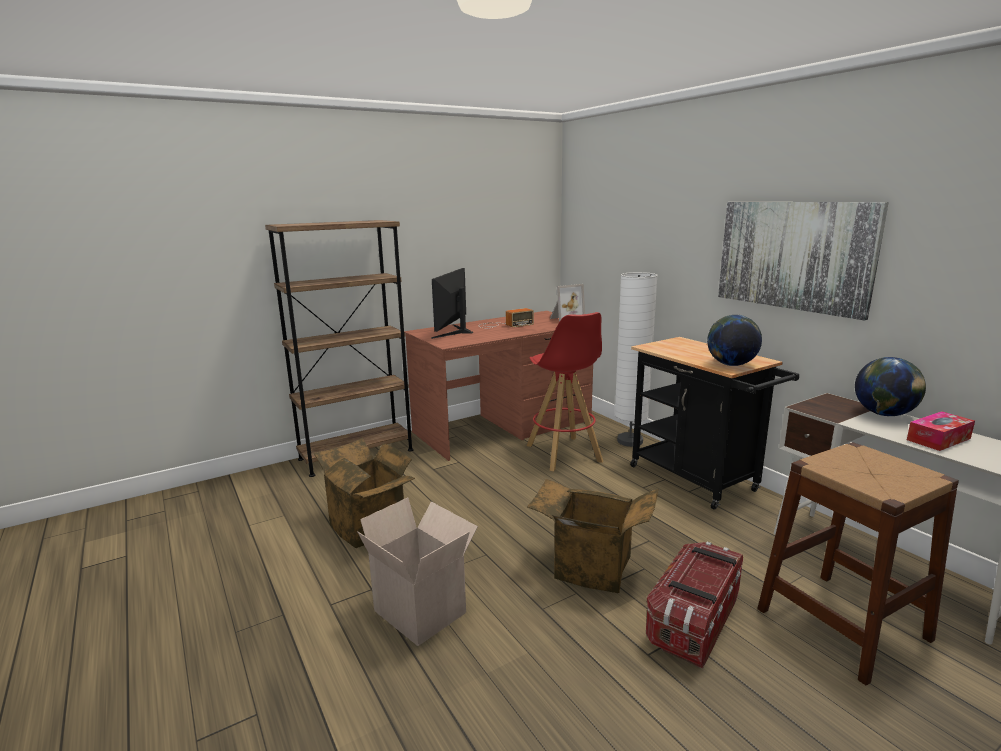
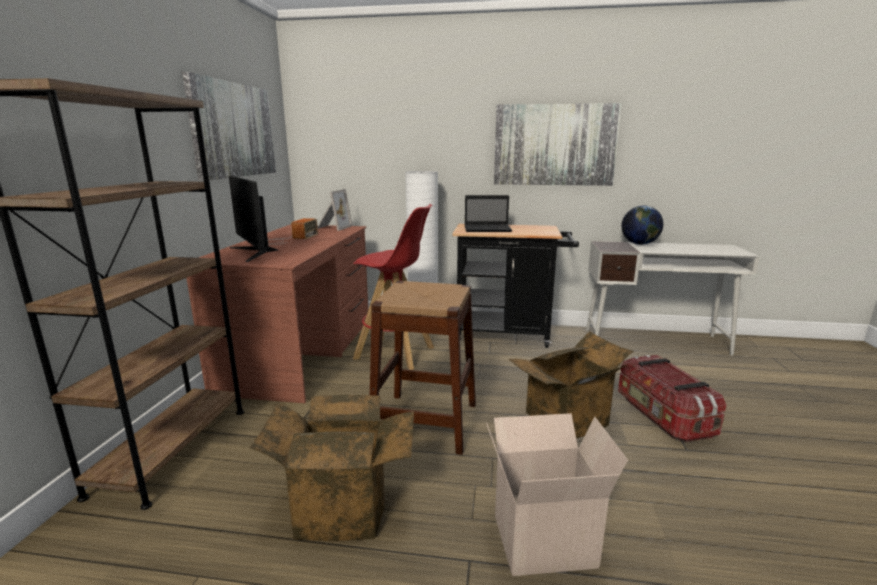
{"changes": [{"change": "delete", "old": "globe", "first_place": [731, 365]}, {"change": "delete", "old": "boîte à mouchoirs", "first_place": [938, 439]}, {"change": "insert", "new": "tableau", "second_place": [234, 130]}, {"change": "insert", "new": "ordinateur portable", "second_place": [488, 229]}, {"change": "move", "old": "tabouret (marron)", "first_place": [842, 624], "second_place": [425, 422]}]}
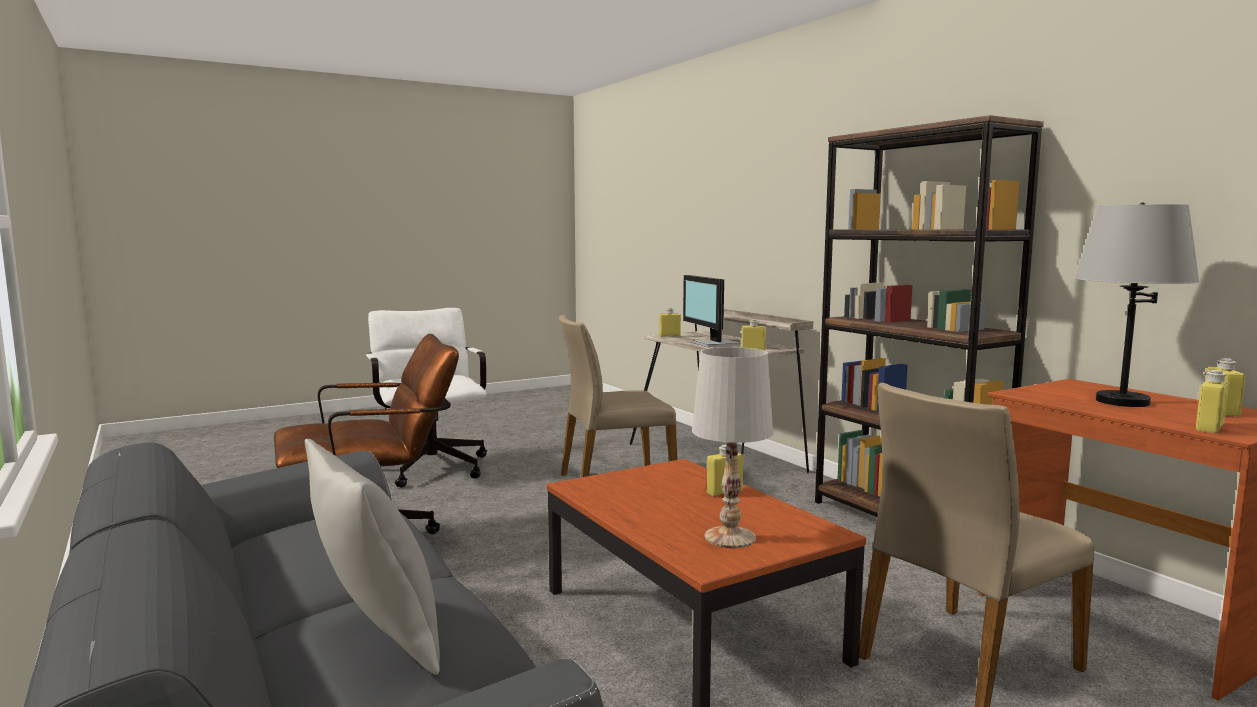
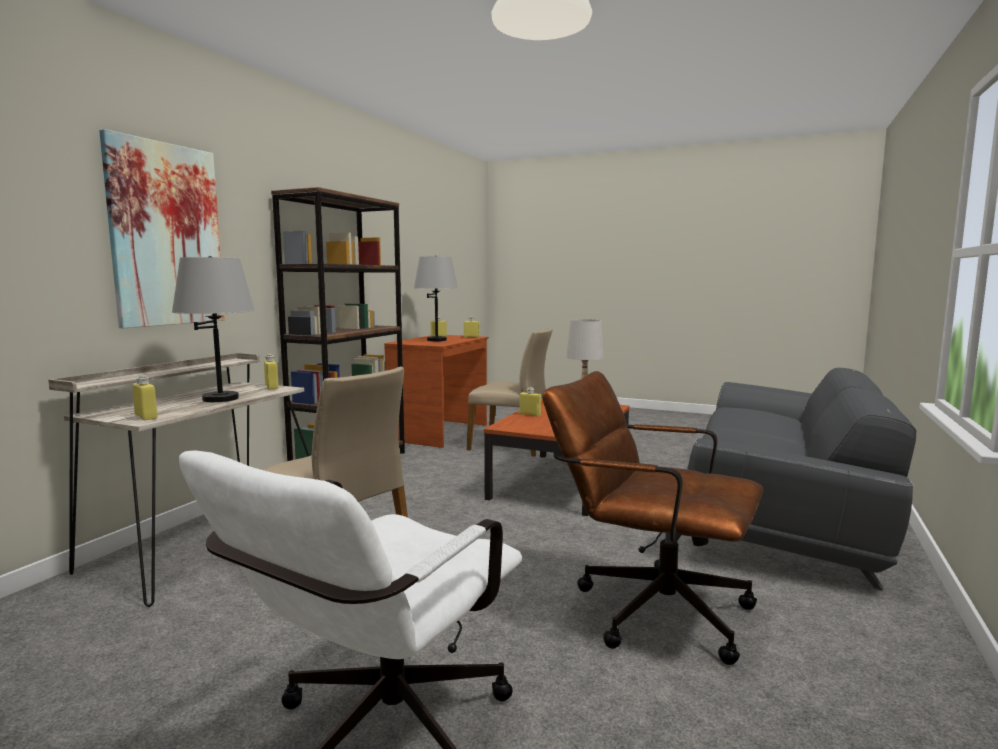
{"changes": [{"change": "delete", "old": "coussin (gris)", "first_place": [376, 636]}, {"change": "insert", "new": "tableau", "second_place": [166, 235]}, {"change": "replace", "old": "écran d'ordinateur", "new": "lampe de table (gris)", "first_place": [714, 344], "second_place": [220, 399]}]}
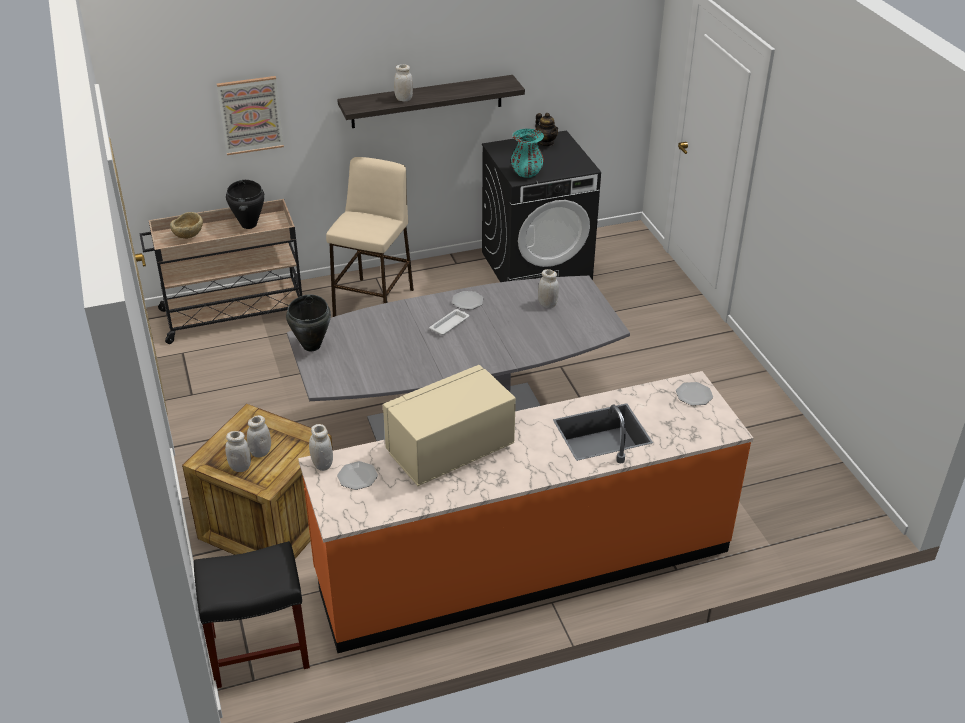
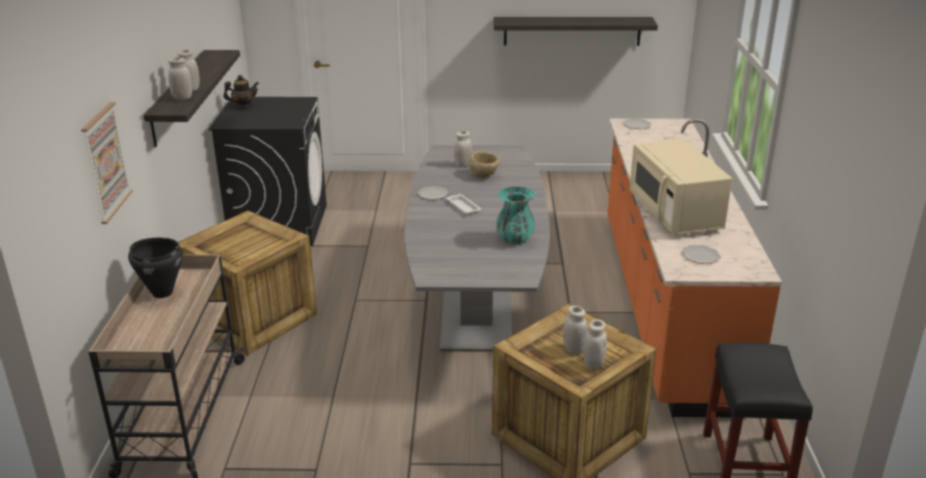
{"changes": [{"change": "delete", "old": "marmite (noir)", "first_place": [312, 345]}, {"change": "insert", "new": "étagère", "second_place": [572, 31]}, {"change": "move", "old": "bol (beige)", "first_place": [188, 236], "second_place": [484, 176]}, {"change": "move", "old": "bocal (blanc)", "first_place": [322, 464], "second_place": [182, 98]}, {"change": "move", "old": "vase (turquoise)", "first_place": [526, 173], "second_place": [515, 239]}, {"change": "replace", "old": "tabouret (beige)", "new": "caisse", "first_place": [374, 302], "second_place": [253, 317]}]}
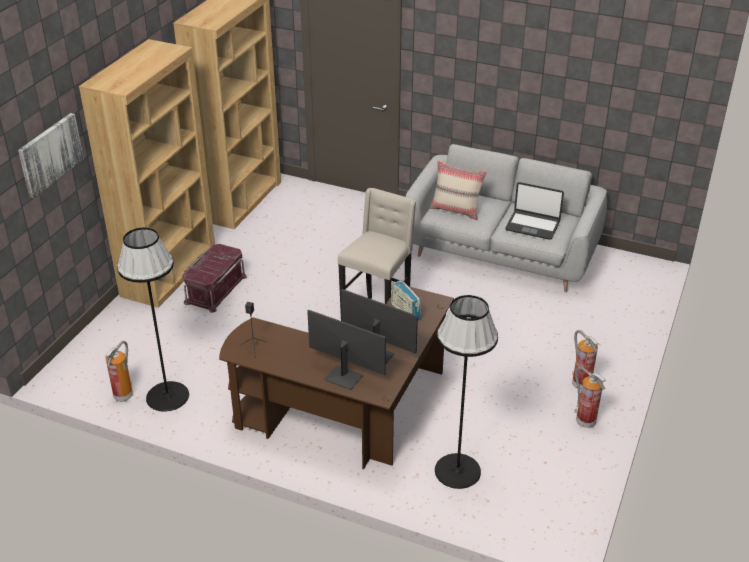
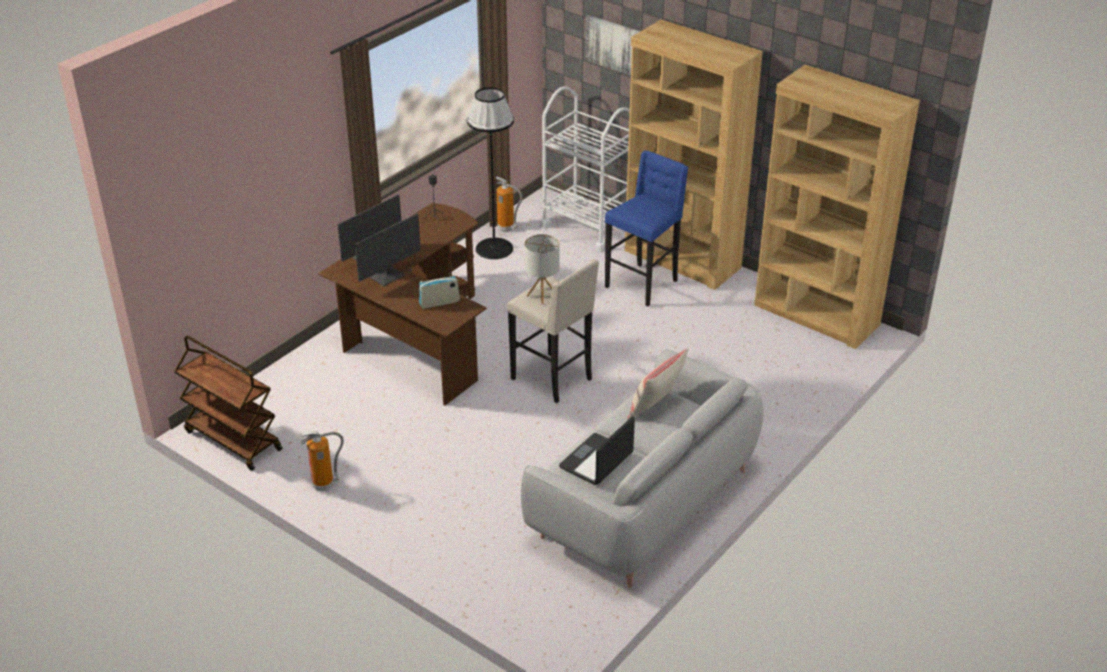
{"changes": [{"change": "delete", "old": "lampadaire (noir)", "first_place": [457, 471]}, {"change": "delete", "old": "extincteur", "first_place": [580, 383]}, {"change": "insert", "new": "chariot (marron)", "second_place": [232, 440]}, {"change": "insert", "new": "lampe de table", "second_place": [542, 295]}, {"change": "insert", "new": "chariot (blanc)", "second_place": [587, 227]}, {"change": "replace", "old": "boîte de rangement (rouge)", "new": "tabouret (bleu)", "first_place": [215, 289], "second_place": [643, 284]}]}
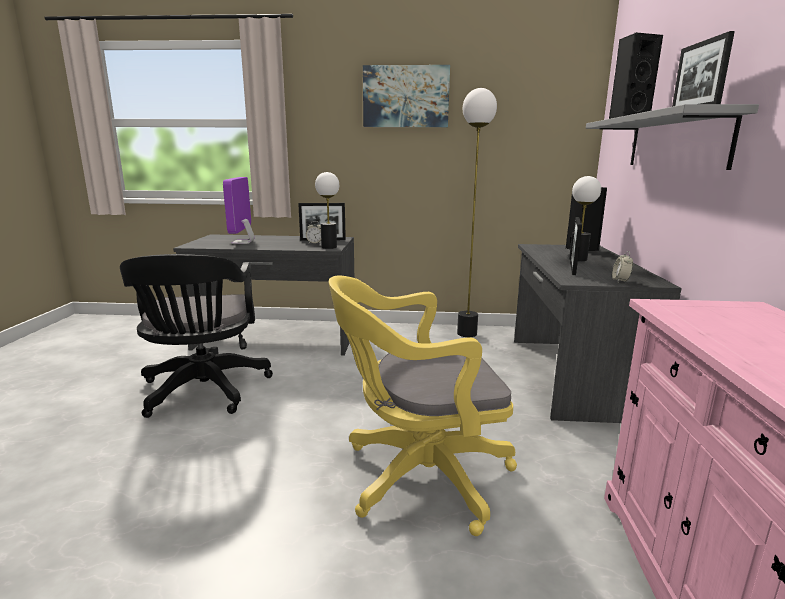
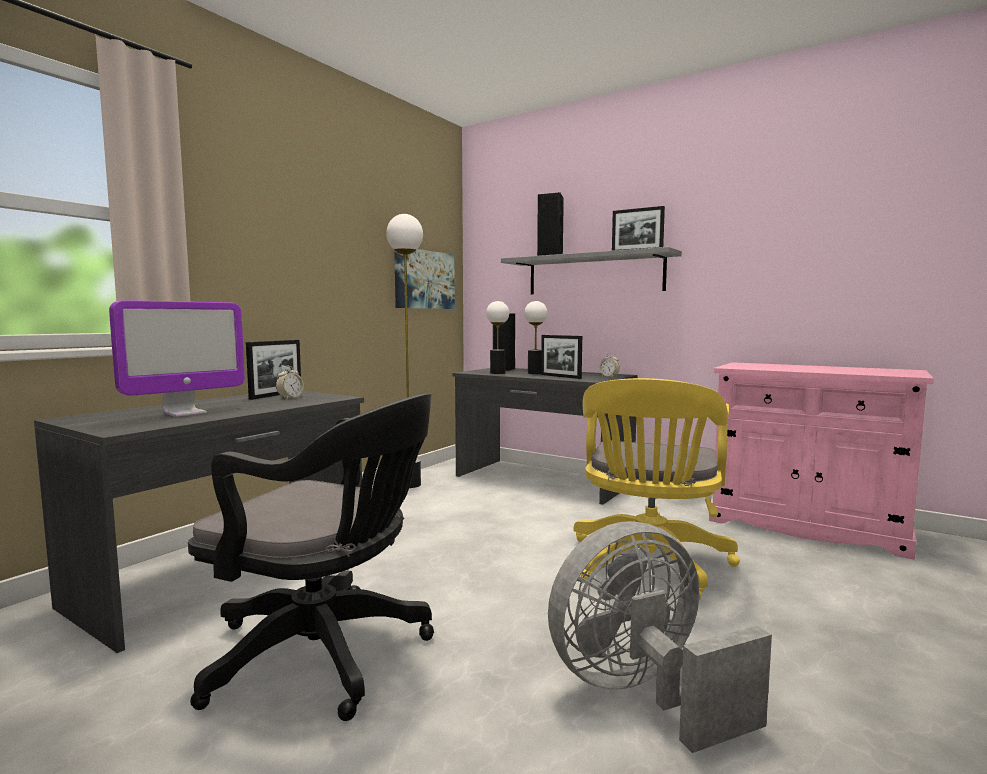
{"changes": [{"change": "insert", "new": "ventilateur (gris)", "second_place": [642, 693]}, {"change": "move", "old": "lampe de table", "first_place": [329, 247], "second_place": [497, 373]}, {"change": "move", "old": "tableau", "first_place": [406, 97], "second_place": [424, 279]}, {"change": "rotate", "old": "écran d'ordinateur", "first_place": [243, 242], "second_place": [185, 413], "degrees": -75}]}
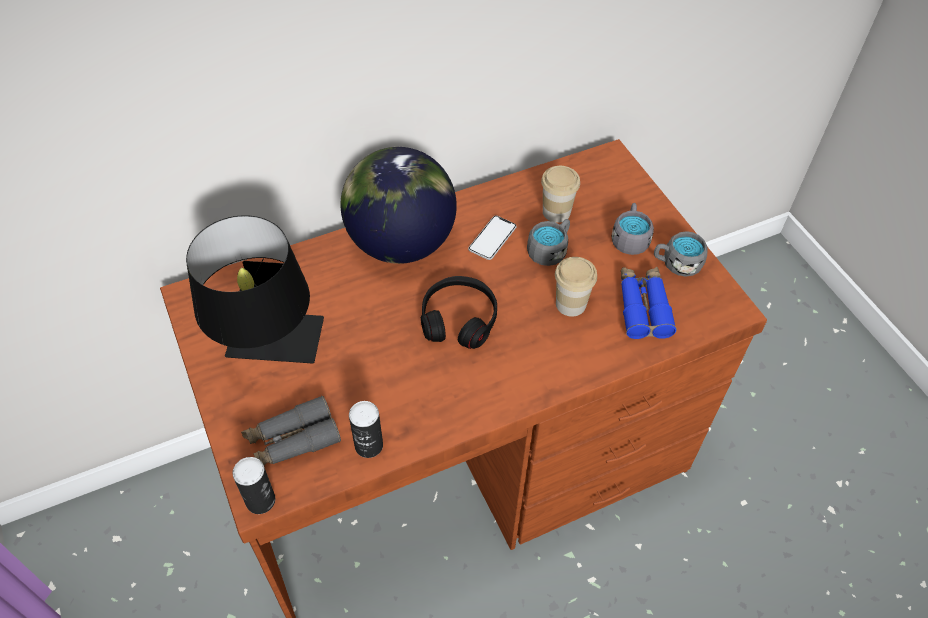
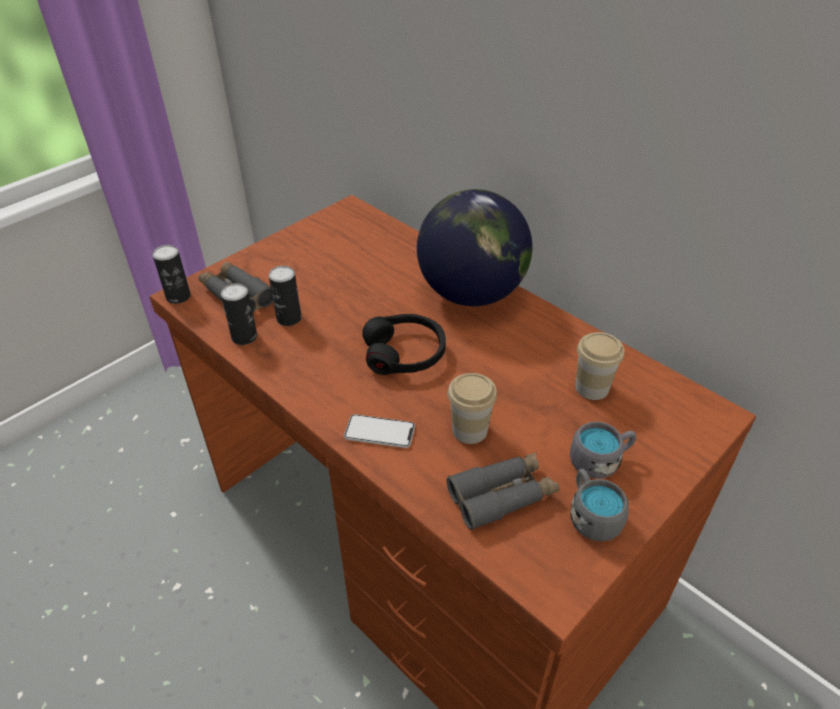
{"changes": [{"change": "delete", "old": "lampe de table (noir)", "first_place": [271, 353]}, {"change": "delete", "old": "mug (gris)", "first_place": [550, 250]}, {"change": "insert", "new": "boîte métallique", "second_place": [289, 318]}, {"change": "move", "old": "téléphone", "first_place": [492, 238], "second_place": [379, 432]}, {"change": "recolor", "old": "jumelles (bleu)", "new": "jumelles (gris)", "first_place": [643, 307], "second_place": [502, 495]}]}
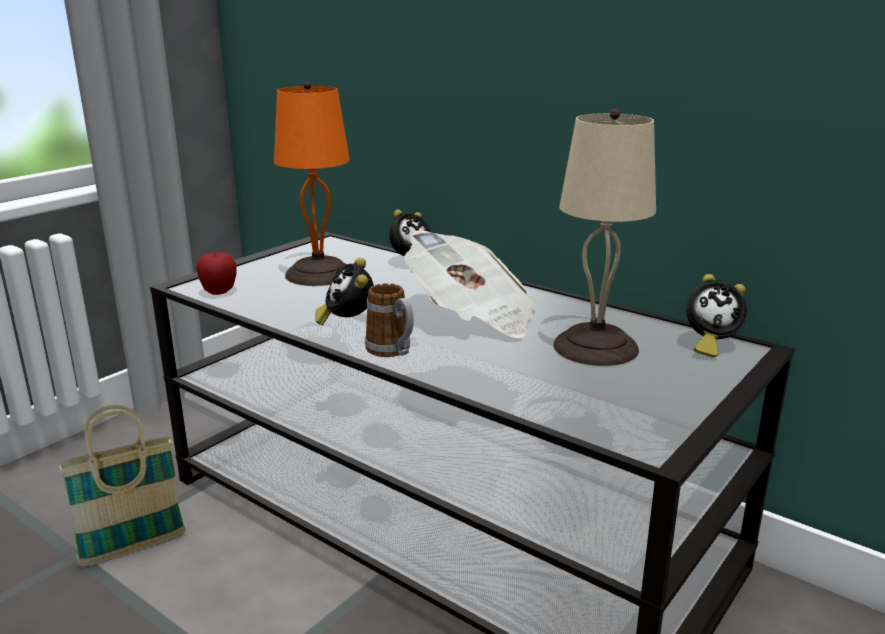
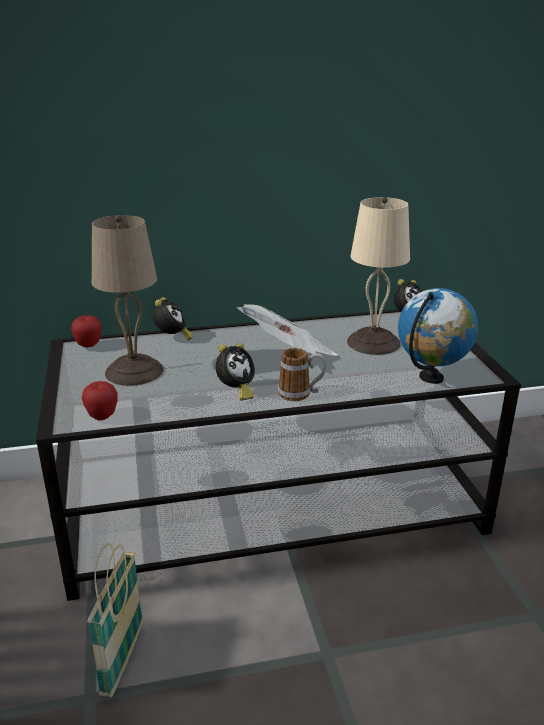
{"changes": [{"change": "insert", "new": "pomme", "second_place": [88, 345]}, {"change": "insert", "new": "globe", "second_place": [431, 378]}, {"change": "recolor", "old": "lampe de table (orange)", "new": "lampe de table (beige)", "first_place": [318, 273], "second_place": [133, 371]}, {"change": "rotate", "old": "réveil", "first_place": [347, 322], "second_place": [236, 391], "degrees": -75}]}
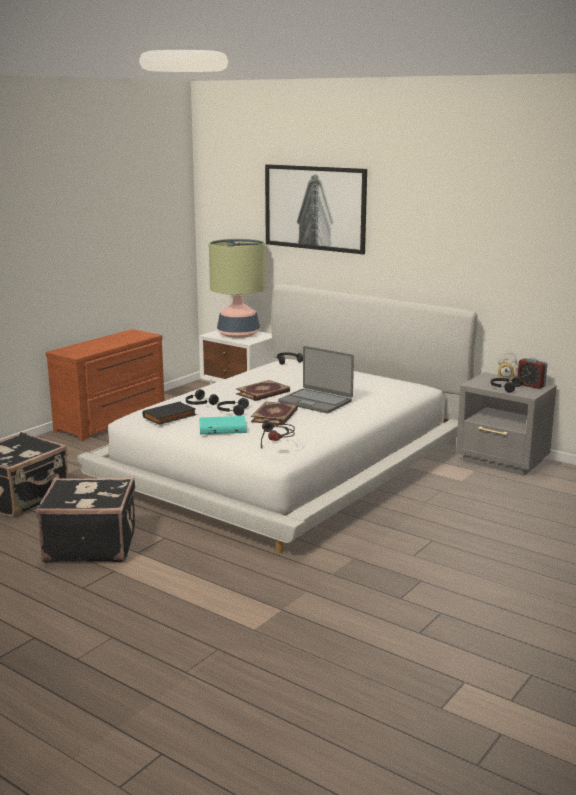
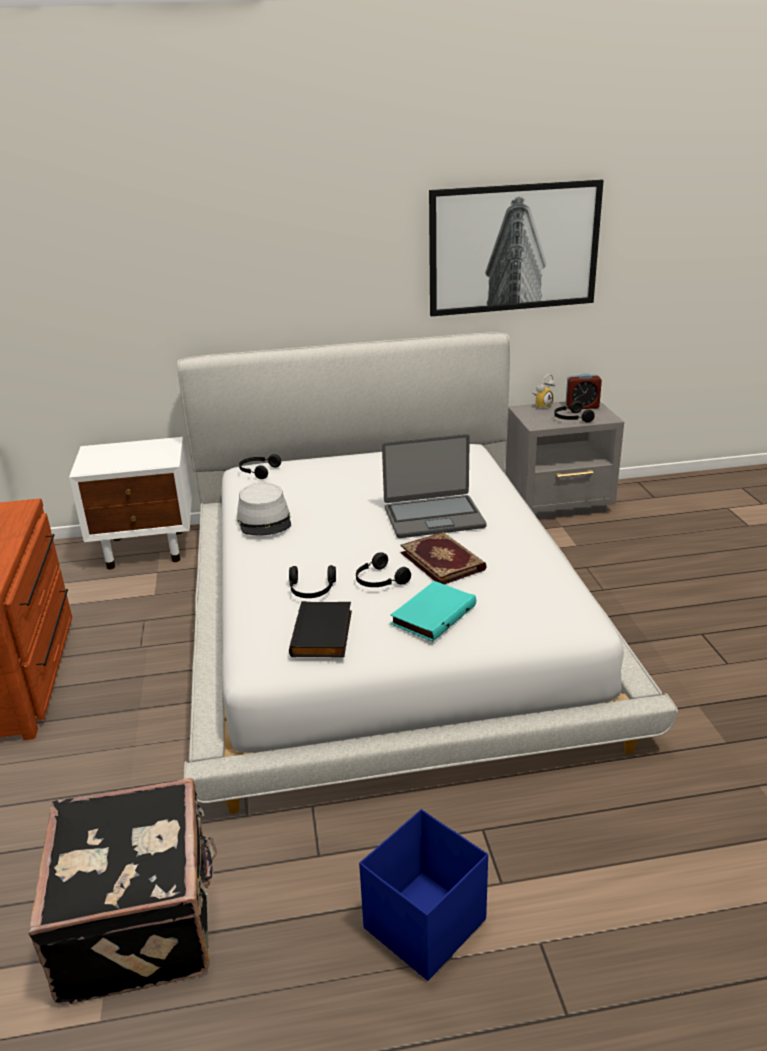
{"changes": [{"change": "delete", "old": "lampe de table", "first_place": [238, 334]}, {"change": "delete", "old": "livre", "first_place": [263, 393]}, {"change": "delete", "old": "casque audio", "first_place": [278, 449]}, {"change": "insert", "new": "chapeau (gris)", "second_place": [265, 520]}, {"change": "move", "old": "tableau", "first_place": [315, 208], "second_place": [513, 248]}, {"change": "replace", "old": "valise (noir)", "new": "boîte de rangement (bleu)", "first_place": [90, 545], "second_place": [423, 925]}]}
